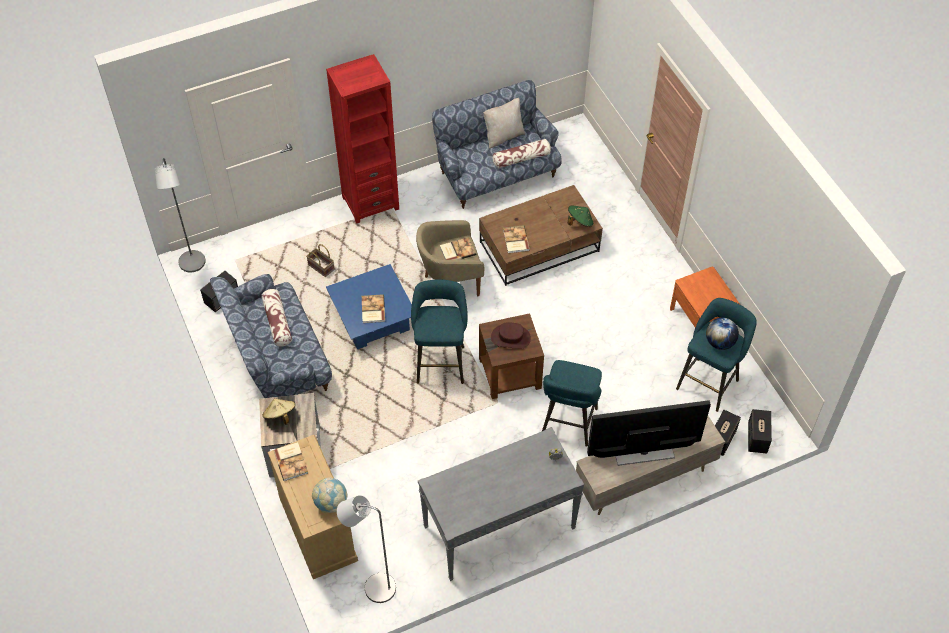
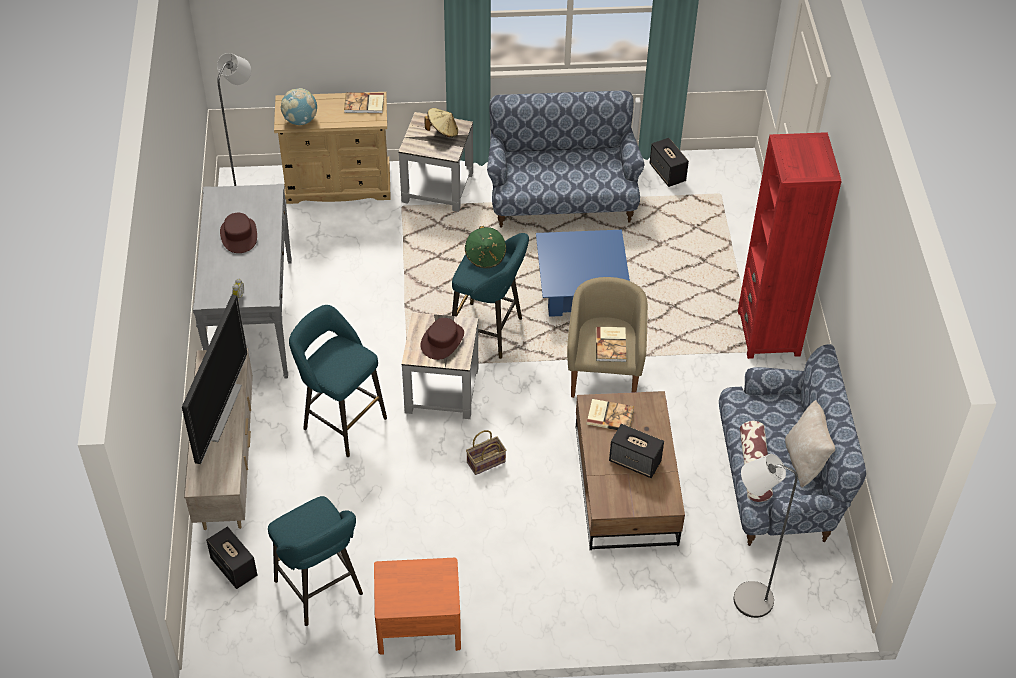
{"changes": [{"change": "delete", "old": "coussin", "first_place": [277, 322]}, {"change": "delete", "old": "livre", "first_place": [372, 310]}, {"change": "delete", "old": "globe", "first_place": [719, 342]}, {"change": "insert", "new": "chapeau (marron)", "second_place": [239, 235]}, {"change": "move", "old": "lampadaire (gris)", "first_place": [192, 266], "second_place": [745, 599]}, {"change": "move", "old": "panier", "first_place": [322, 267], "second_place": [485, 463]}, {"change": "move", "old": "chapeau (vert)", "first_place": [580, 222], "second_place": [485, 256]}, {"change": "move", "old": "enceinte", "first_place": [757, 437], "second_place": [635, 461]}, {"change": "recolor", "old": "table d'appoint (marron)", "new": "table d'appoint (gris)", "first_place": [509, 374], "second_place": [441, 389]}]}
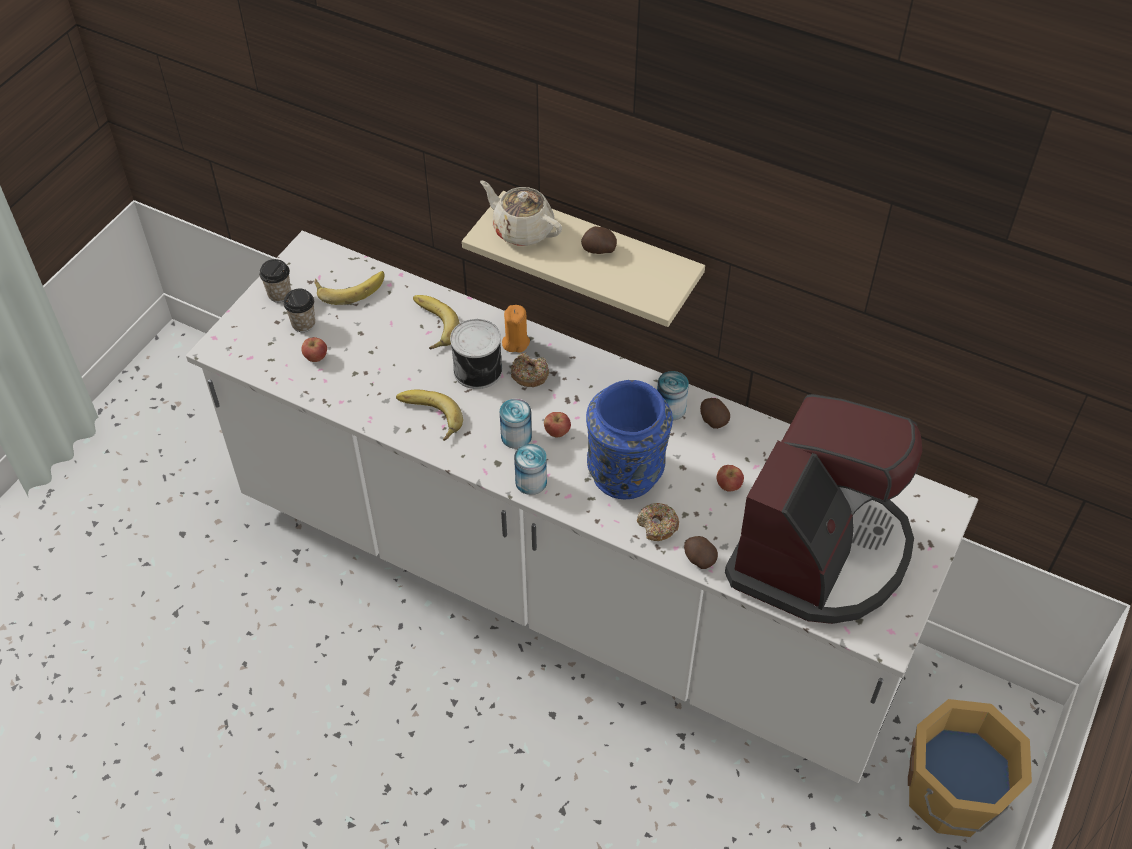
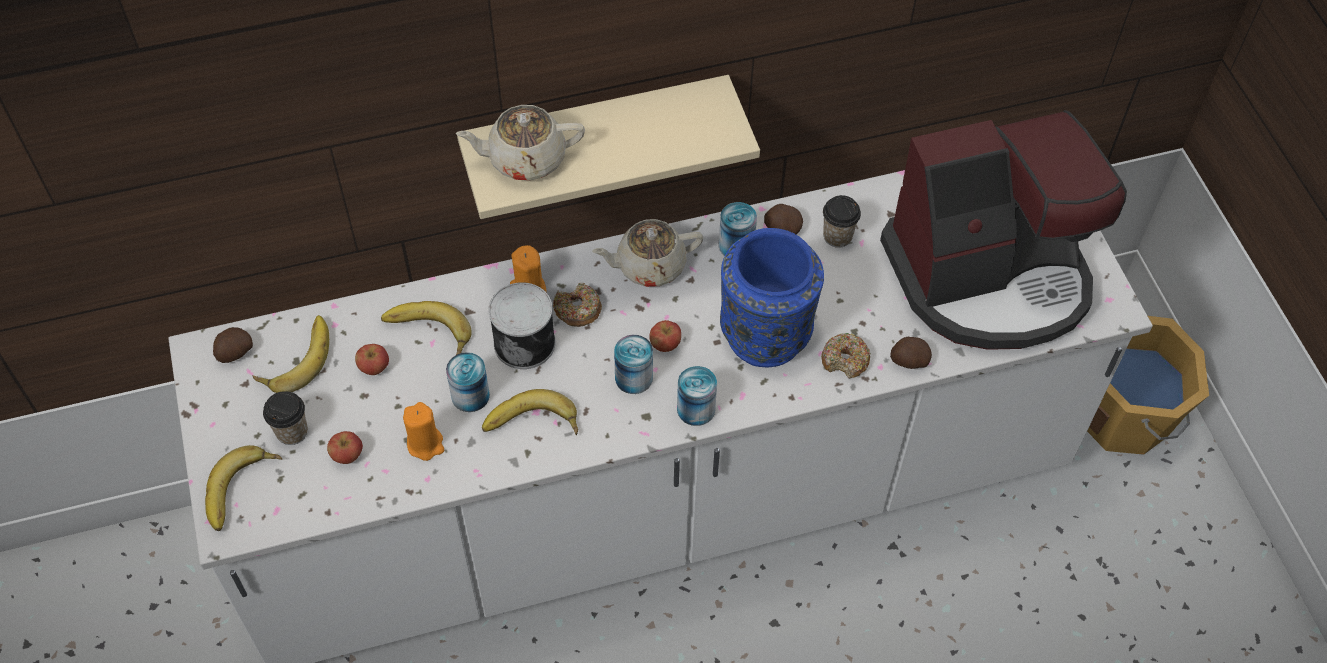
{"changes": [{"change": "insert", "new": "banane", "second_place": [243, 492]}, {"change": "insert", "new": "bougie (orange)", "second_place": [425, 444]}, {"change": "insert", "new": "boîte métallique", "second_place": [470, 395]}, {"change": "insert", "new": "théière (beige)", "second_place": [649, 265]}, {"change": "move", "old": "tasse", "first_place": [279, 294], "second_place": [837, 236]}, {"change": "move", "old": "pomme de terre", "first_place": [598, 250], "second_place": [234, 353]}, {"change": "move", "old": "pomme", "first_place": [728, 485], "second_place": [374, 367]}, {"change": "rotate", "old": "machine à café", "first_place": [819, 552], "second_place": [989, 277], "degrees": 90}]}
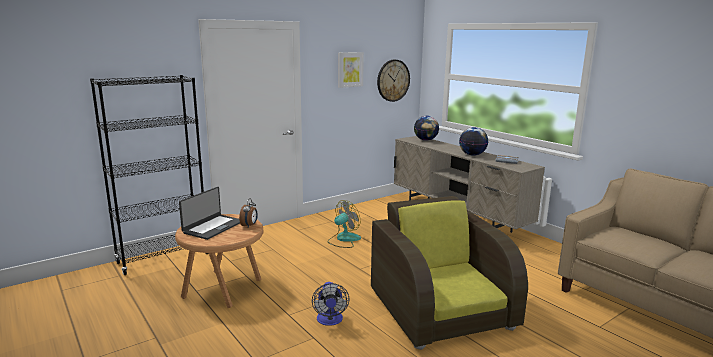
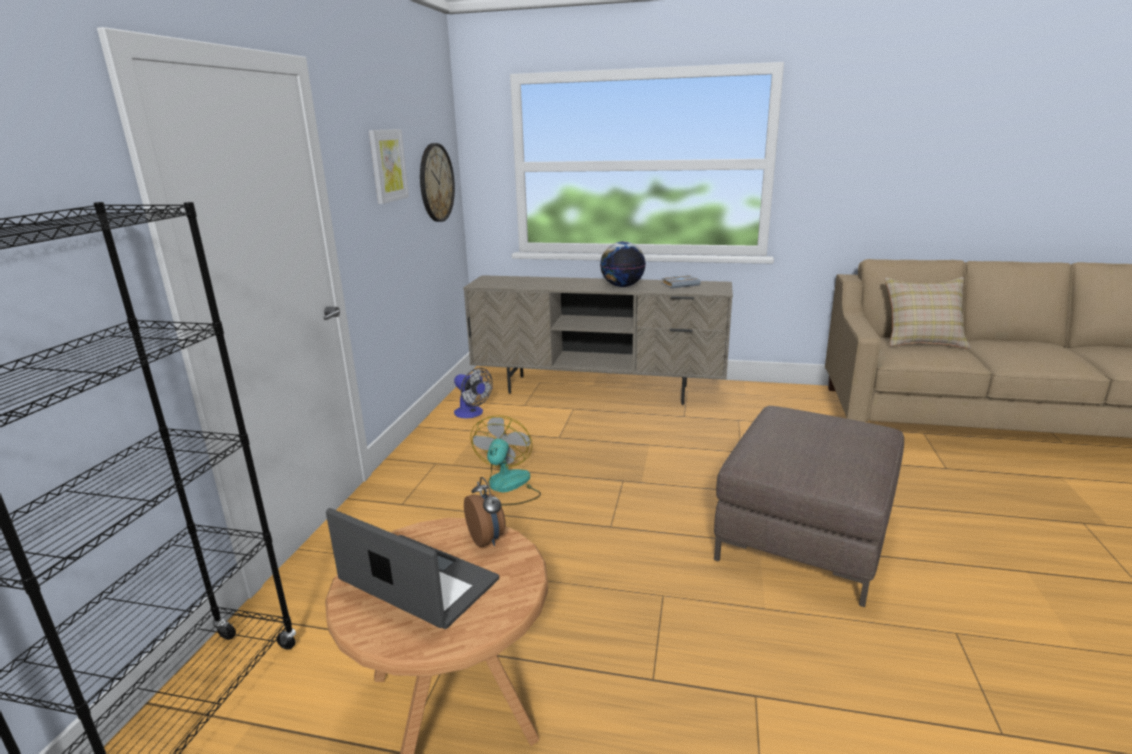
{"changes": [{"change": "delete", "old": "globe", "first_place": [425, 140]}, {"change": "insert", "new": "coussin (beige)", "second_place": [921, 341]}, {"change": "move", "old": "ventilateur", "first_place": [330, 321], "second_place": [472, 413]}, {"change": "replace", "old": "fauteuil (marron)", "new": "pouf (marron)", "first_place": [441, 309], "second_place": [803, 534]}, {"change": "rotate", "old": "ordinateur portable", "first_place": [213, 227], "second_place": [417, 583], "degrees": -45}]}
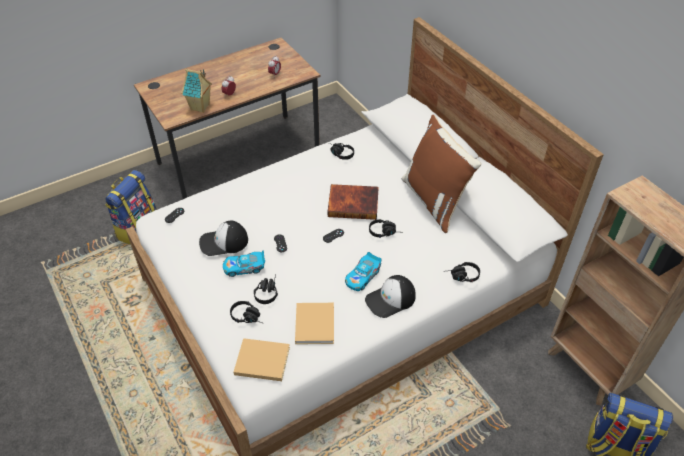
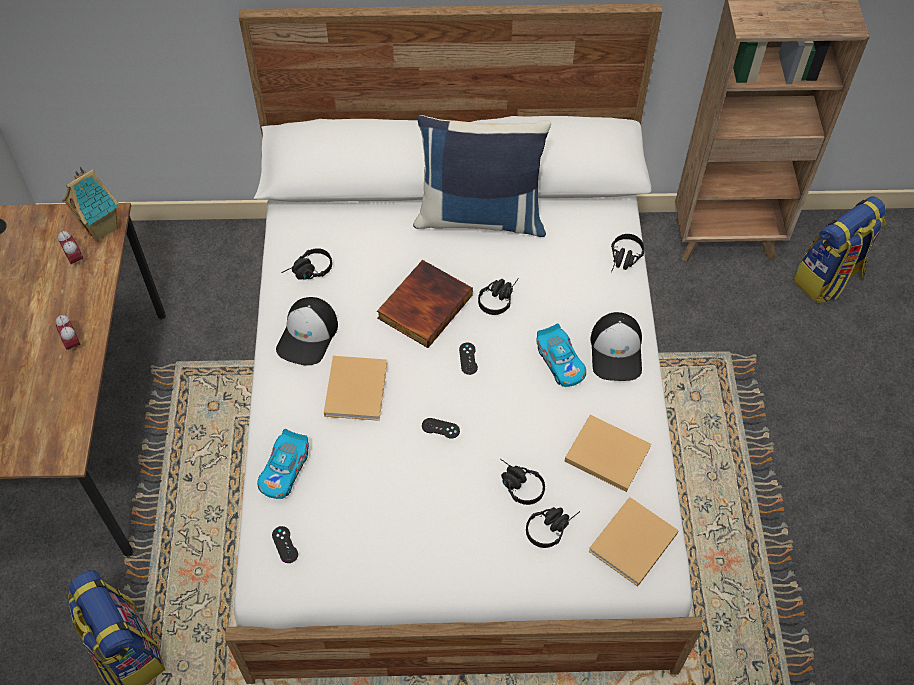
{"changes": [{"change": "insert", "new": "livre (beige)", "second_place": [356, 387]}, {"change": "move", "old": "maison miniature", "first_place": [200, 107], "second_place": [101, 227]}, {"change": "move", "old": "casquette", "first_place": [223, 242], "second_place": [308, 336]}, {"change": "move", "old": "petite voiture", "first_place": [244, 267], "second_place": [284, 470]}, {"change": "recolor", "old": "coussin (marron)", "new": "coussin (bleu)", "first_place": [435, 201], "second_place": [480, 215]}]}
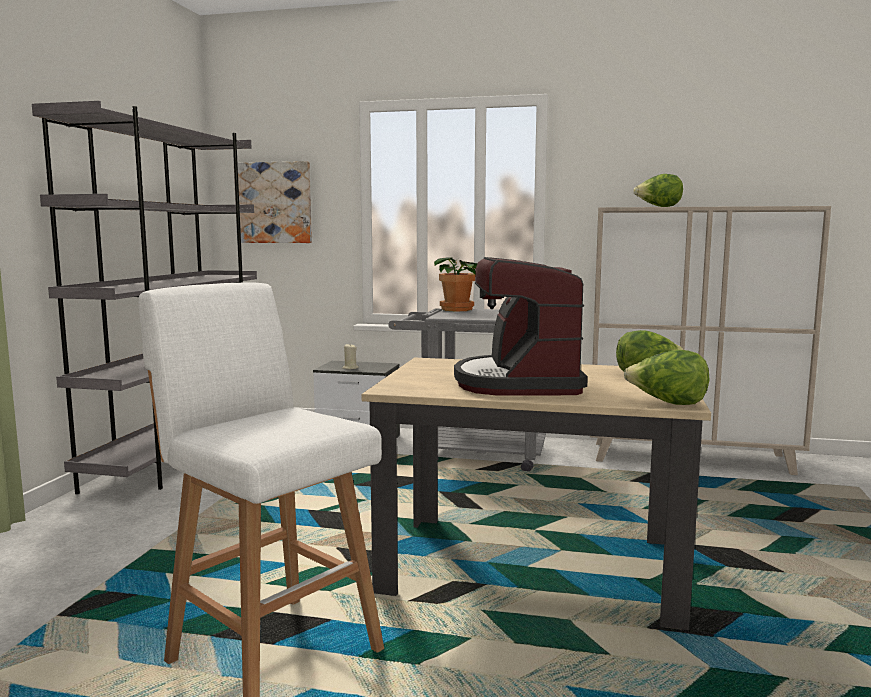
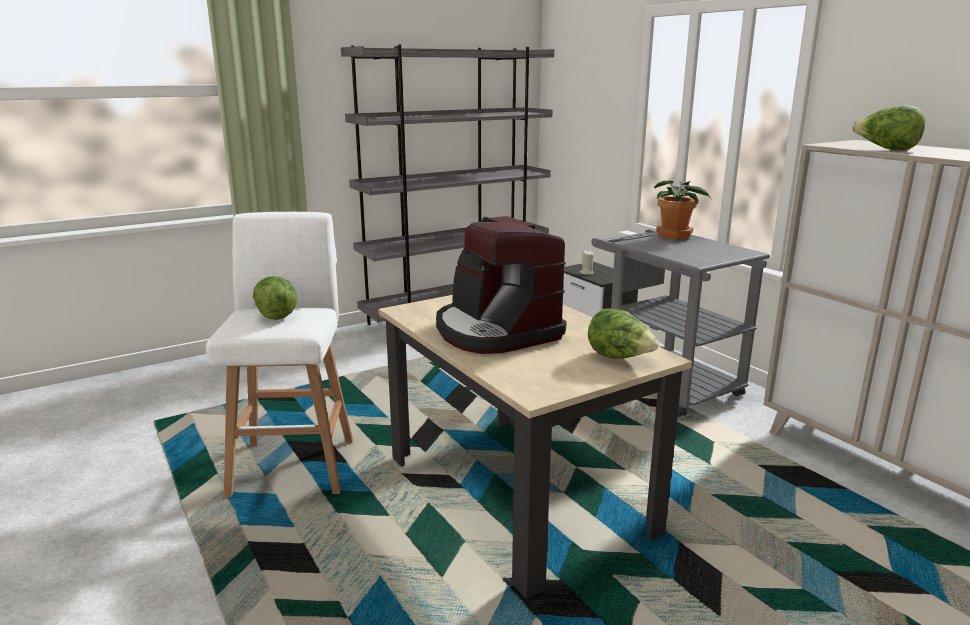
{"changes": [{"change": "delete", "old": "tableau", "first_place": [274, 203]}, {"change": "move", "old": "laitue", "first_place": [667, 403], "second_place": [276, 315]}, {"change": "rotate", "old": "machine à café", "first_place": [519, 383], "second_place": [496, 331], "degrees": -75}]}
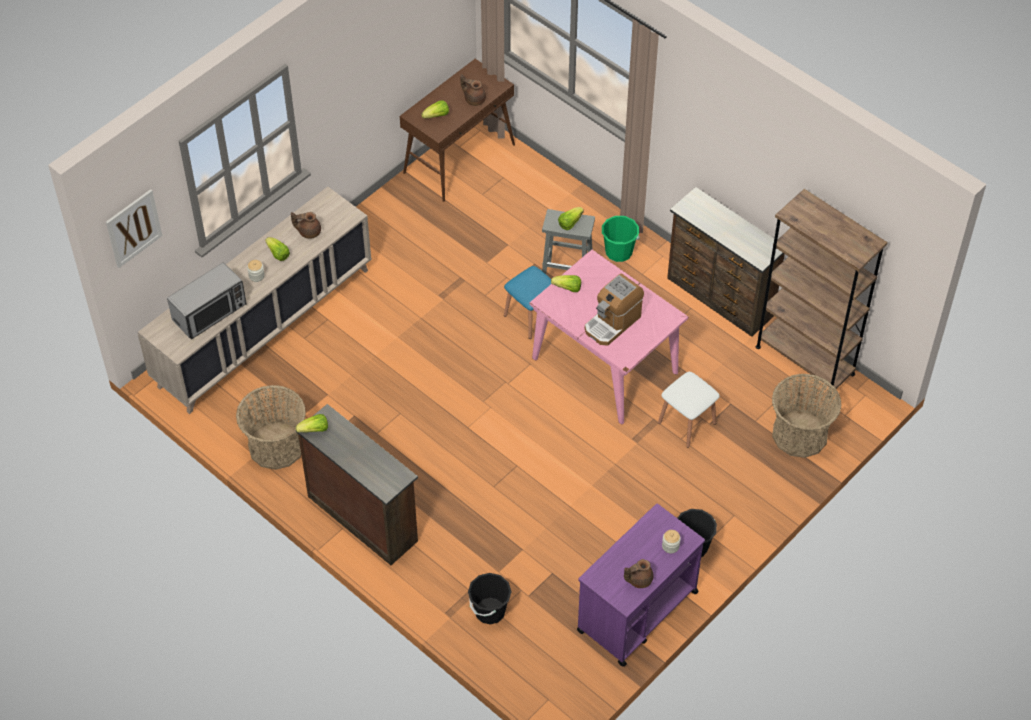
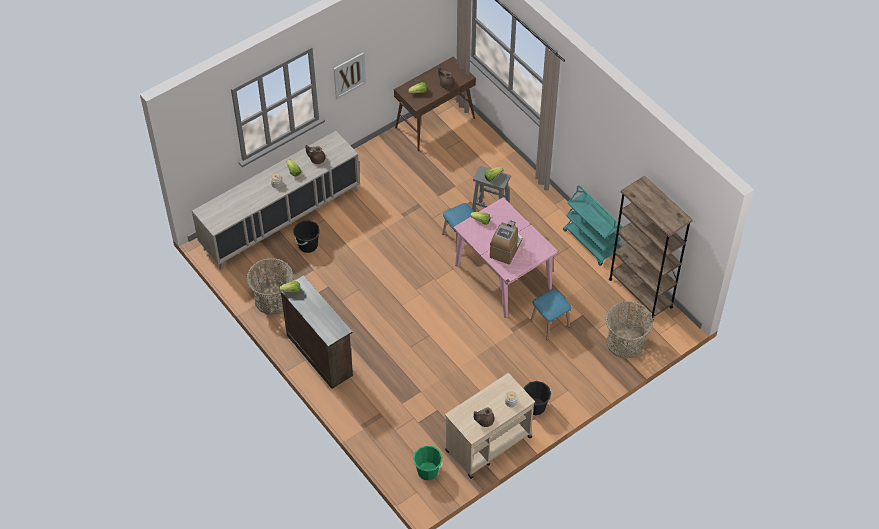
{"changes": [{"change": "delete", "old": "micro-ondes", "first_place": [210, 312]}, {"change": "move", "old": "tableau", "first_place": [133, 228], "second_place": [349, 75]}, {"change": "move", "old": "seau (noir)", "first_place": [489, 611], "second_place": [308, 245]}, {"change": "move", "old": "seau (vert)", "first_place": [619, 252], "second_place": [428, 471]}, {"change": "replace", "old": "commode (marron)", "new": "chariot (turquoise)", "first_place": [719, 298], "second_place": [591, 242]}, {"change": "recolor", "old": "chariot (violet)", "new": "chariot (beige)", "first_place": [636, 612], "second_place": [488, 444]}, {"change": "recolor", "old": "tabouret (blanc)", "new": "tabouret (bleu)", "first_place": [687, 423], "second_place": [550, 323]}, {"change": "rotate", "old": "machine à café", "first_place": [612, 323], "second_place": [506, 248], "degrees": 150}]}
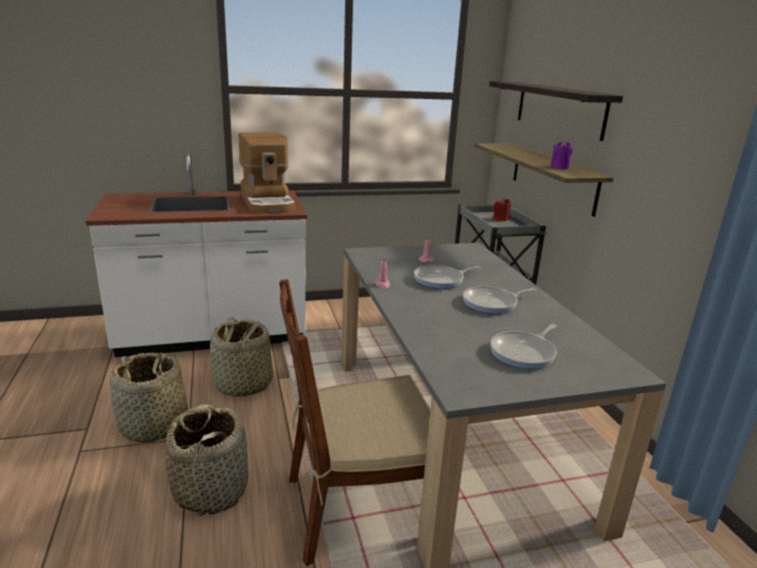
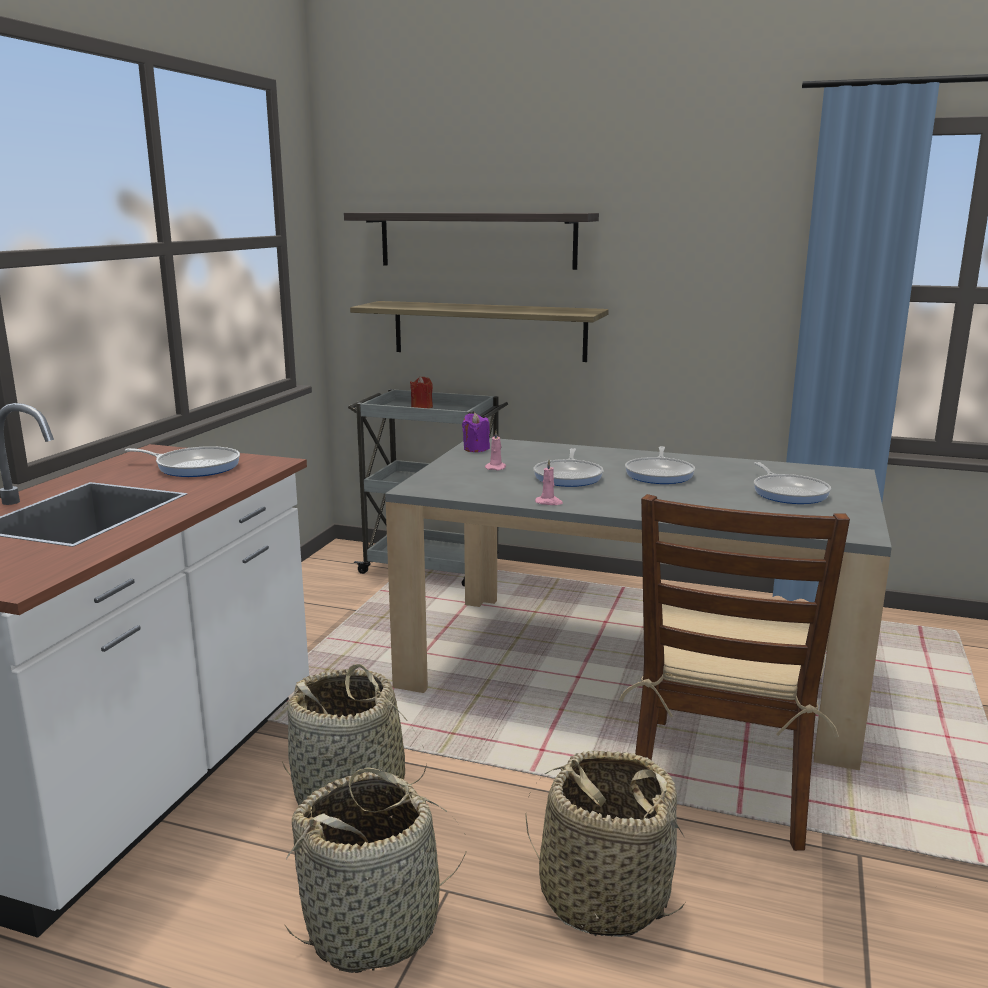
{"changes": [{"change": "move", "old": "bougie (violet)", "first_place": [559, 167], "second_place": [476, 449]}, {"change": "replace", "old": "machine à café", "new": "poêle", "first_place": [268, 203], "second_place": [194, 467]}]}
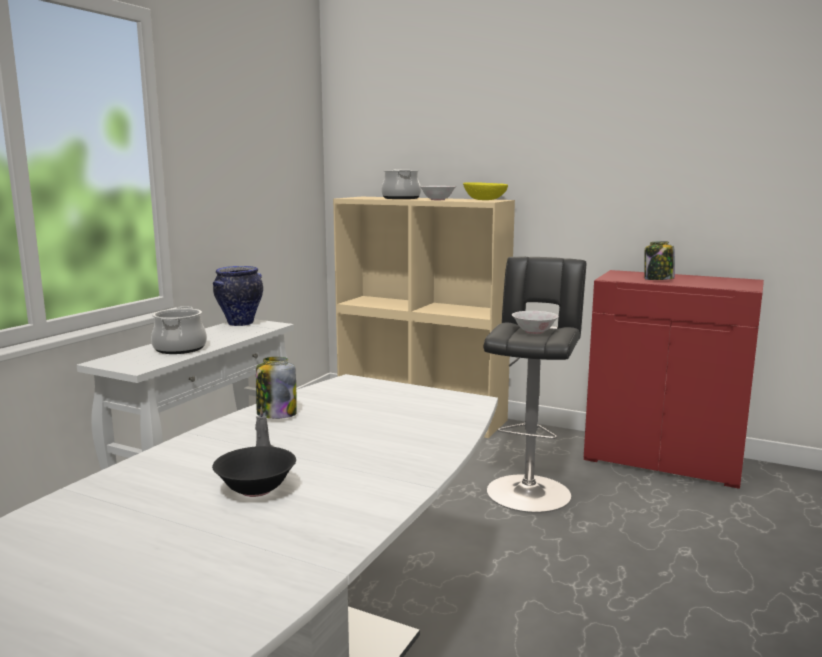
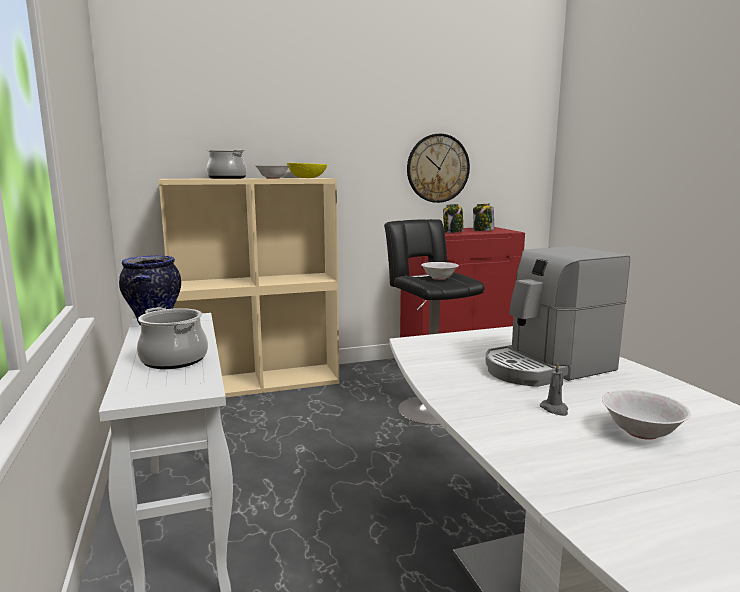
{"changes": [{"change": "insert", "new": "horloge murale", "second_place": [437, 168]}, {"change": "insert", "new": "machine à café", "second_place": [547, 367]}, {"change": "move", "old": "bocal", "first_place": [276, 414], "second_place": [483, 231]}, {"change": "recolor", "old": "bol (noir)", "new": "bol (blanc)", "first_place": [255, 490], "second_place": [641, 432]}]}
